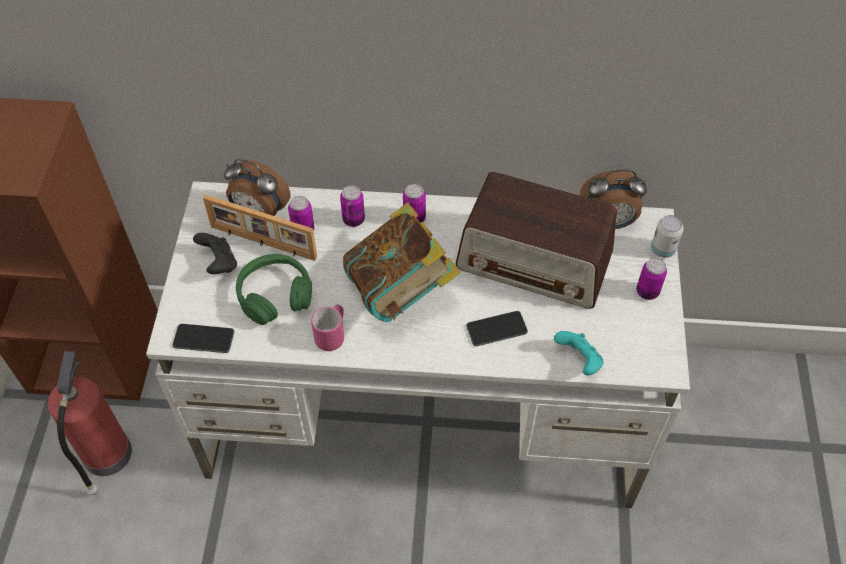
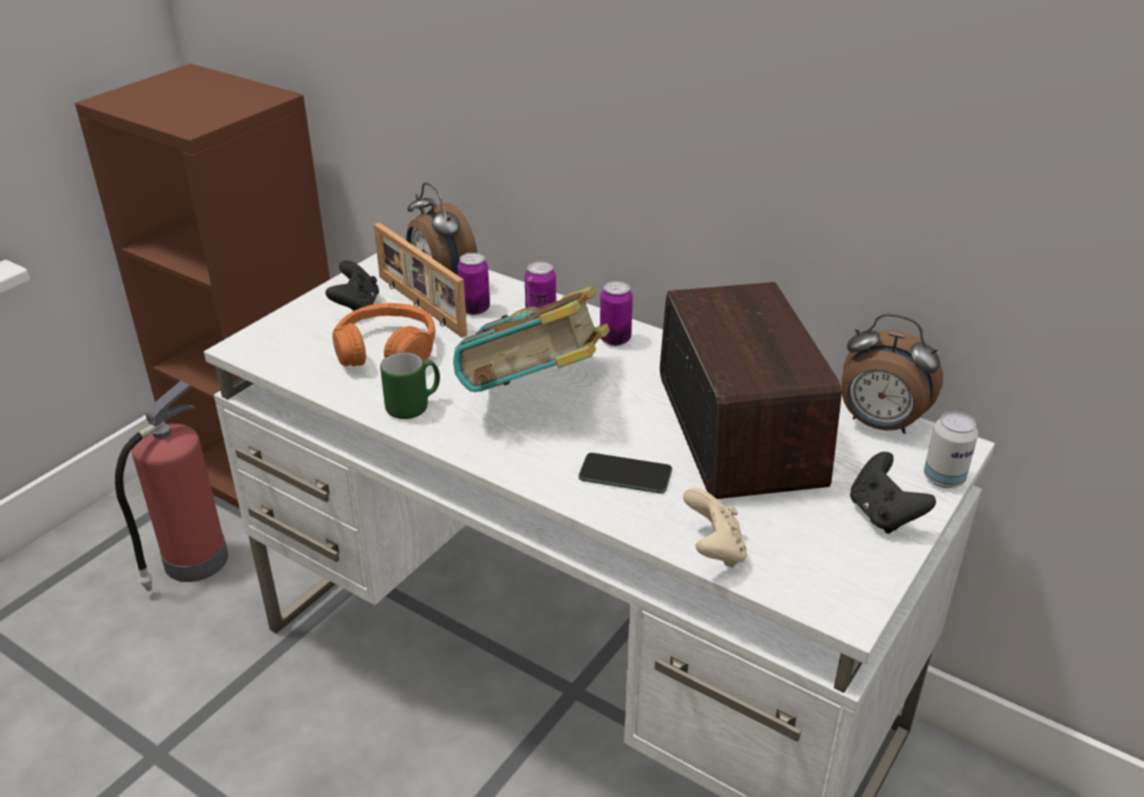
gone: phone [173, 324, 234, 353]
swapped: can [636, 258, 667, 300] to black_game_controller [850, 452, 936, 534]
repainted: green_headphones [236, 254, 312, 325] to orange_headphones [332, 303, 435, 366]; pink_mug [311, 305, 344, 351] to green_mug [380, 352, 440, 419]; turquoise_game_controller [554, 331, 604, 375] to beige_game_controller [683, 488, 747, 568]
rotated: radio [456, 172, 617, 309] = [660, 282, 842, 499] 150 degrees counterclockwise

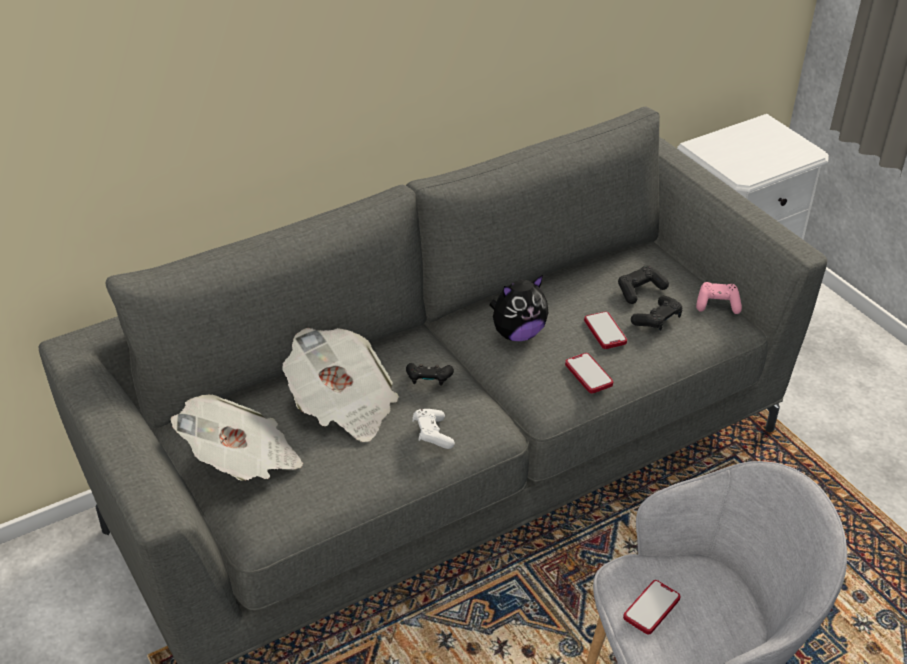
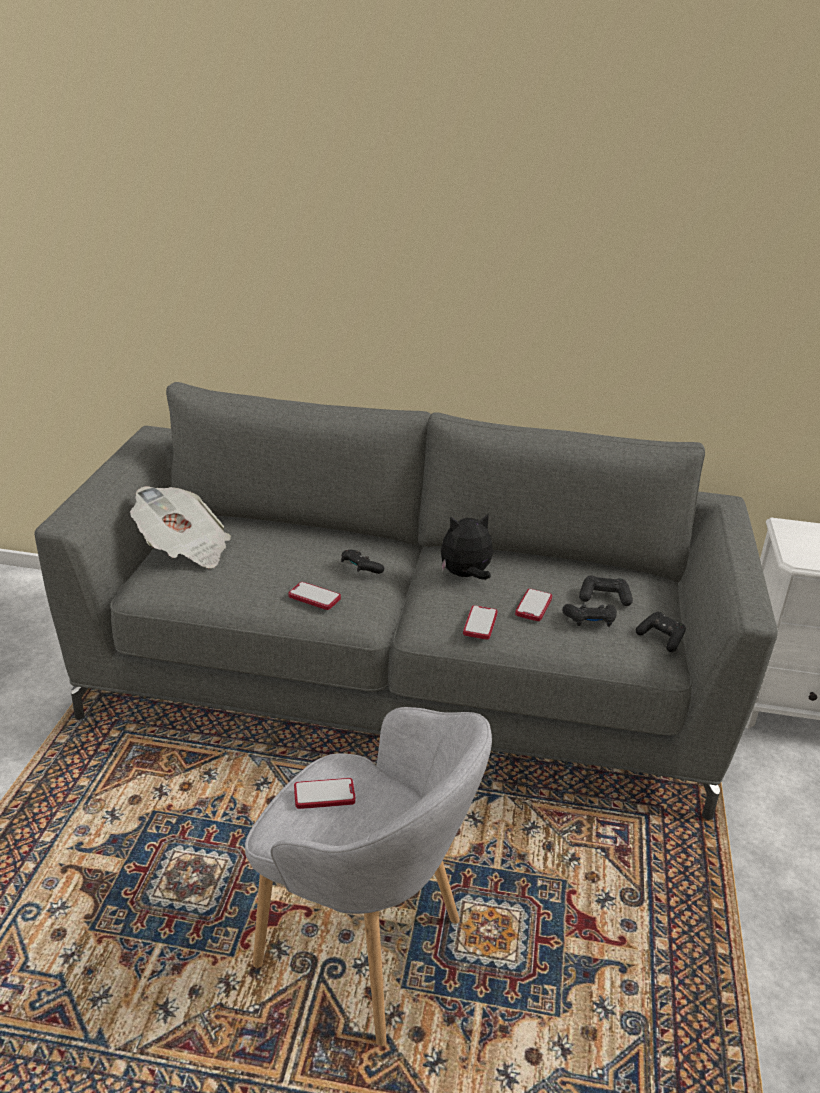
gone: newspaper [282, 328, 399, 442]
swapped: white_game_controller [412, 409, 455, 449] to phone [288, 582, 341, 610]
repainted: pink_game_controller [696, 282, 742, 314] to black_game_controller [636, 612, 686, 652]
rotated: plush_toy [490, 275, 548, 341] = [441, 513, 493, 580] 150 degrees clockwise

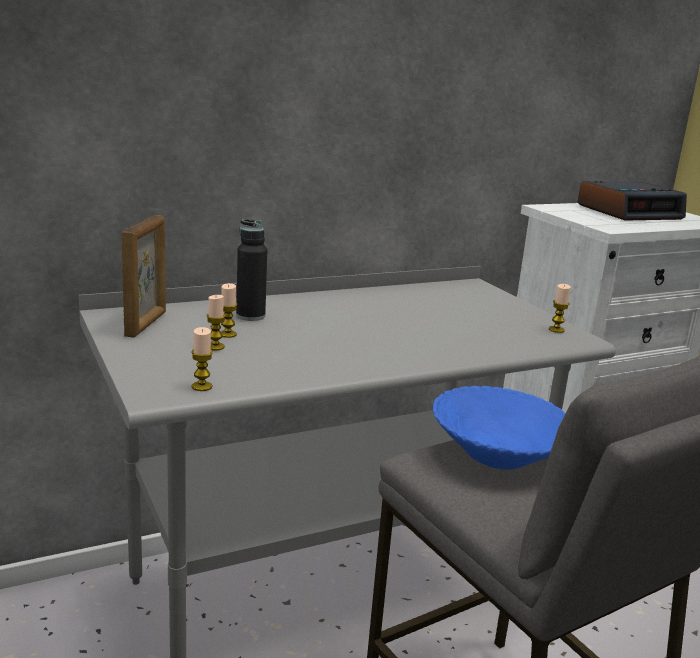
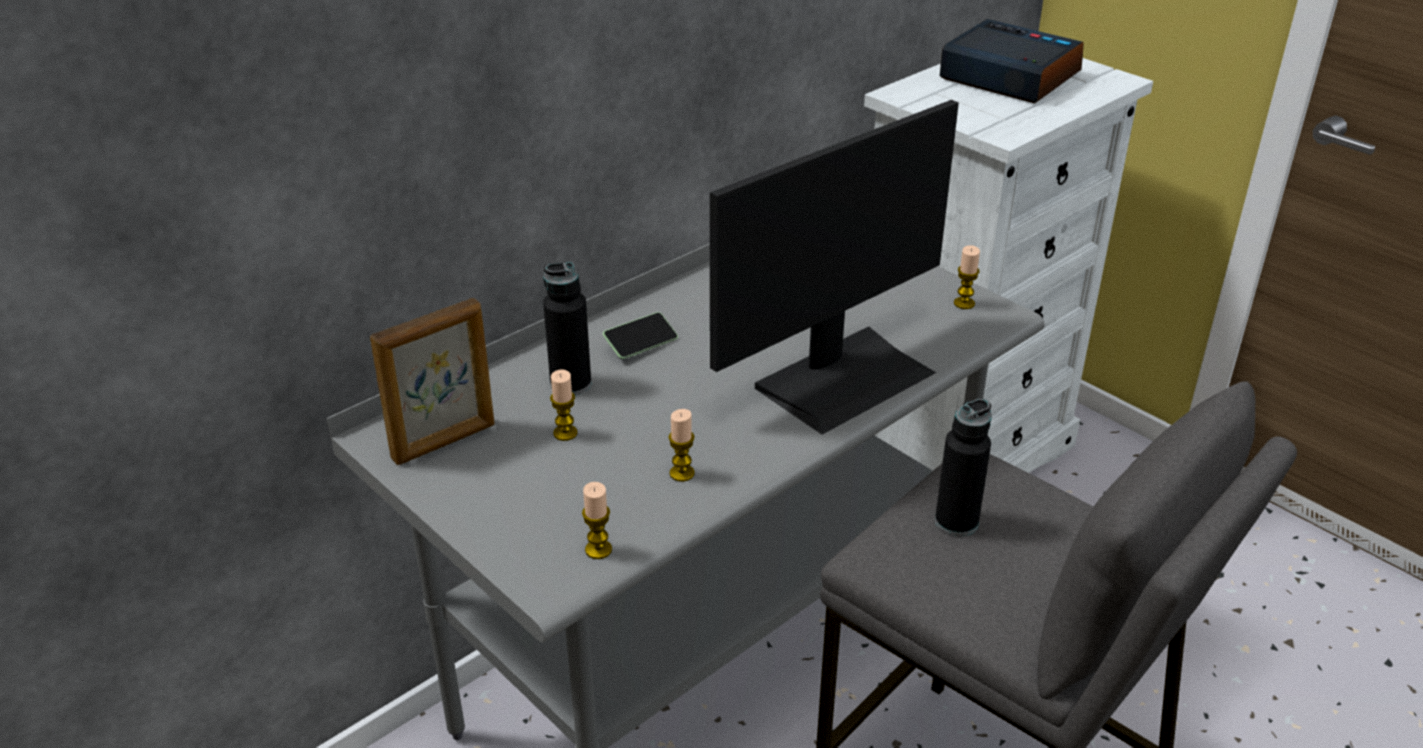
new: monitor [710, 100, 959, 435]; phone [603, 312, 678, 359]
shifted: candle [206, 295, 225, 351] to [668, 409, 695, 482]
swapped: blue_bowl [433, 386, 566, 470] to black_bottle [935, 398, 992, 536]
rotated: alarm_clock [577, 181, 687, 221] = [940, 19, 1084, 103] 105 degrees counterclockwise; picture_frame [121, 215, 166, 338] = [370, 298, 495, 465] 60 degrees clockwise

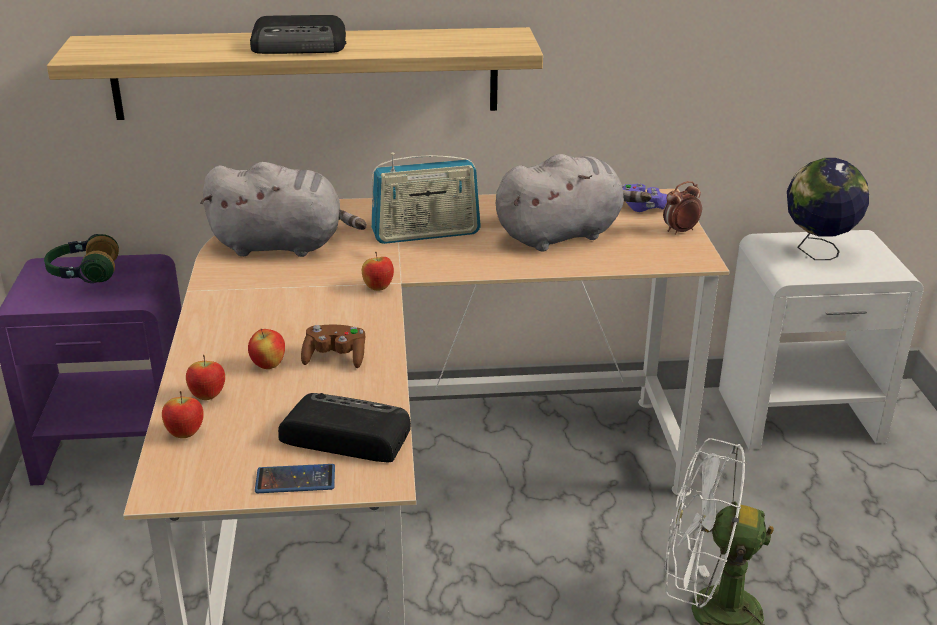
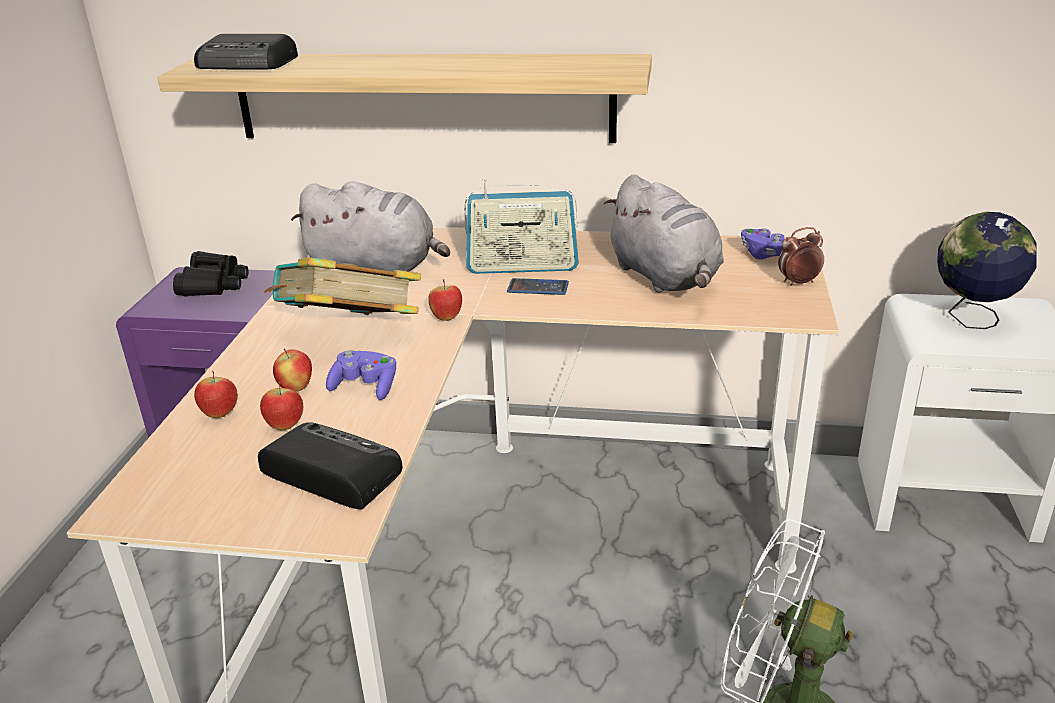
new: book [264, 257, 421, 315]
shifted: radio [250, 15, 346, 54] to [194, 34, 298, 70]; apple [162, 391, 204, 438] to [260, 382, 303, 430]; phone [255, 464, 335, 493] to [507, 278, 569, 295]
swapped: headphones [44, 234, 119, 283] to black_binoculars [173, 251, 248, 296]
repainted: brown_game_controller [301, 325, 365, 368] to purple_game_controller [326, 350, 396, 400]
rotated: grey_plush_toy [496, 154, 651, 252] = [604, 174, 724, 293] 75 degrees clockwise

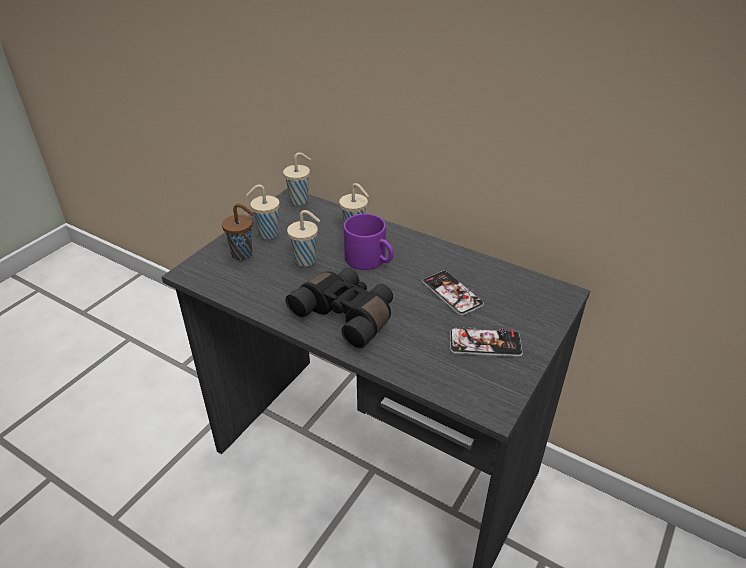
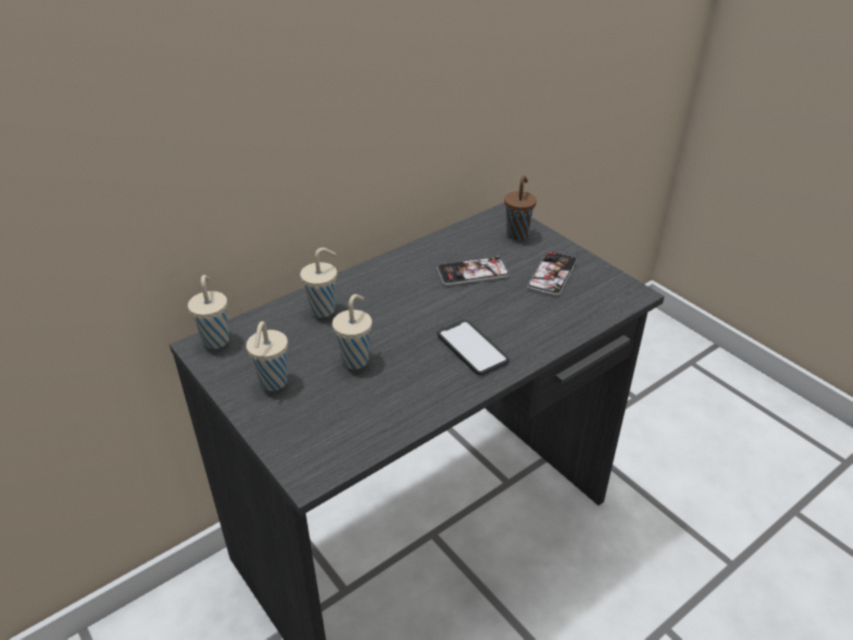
gone: purple_mug [344, 214, 394, 270]
shifted: brown_cup [222, 204, 254, 260] to [504, 175, 537, 240]
swapped: black_binoculars [285, 268, 393, 349] to phone [437, 320, 509, 375]

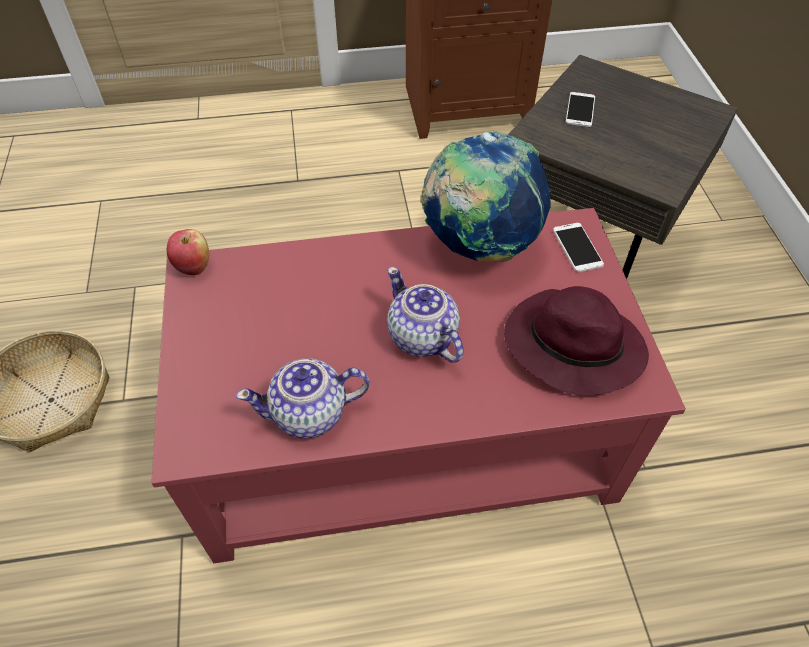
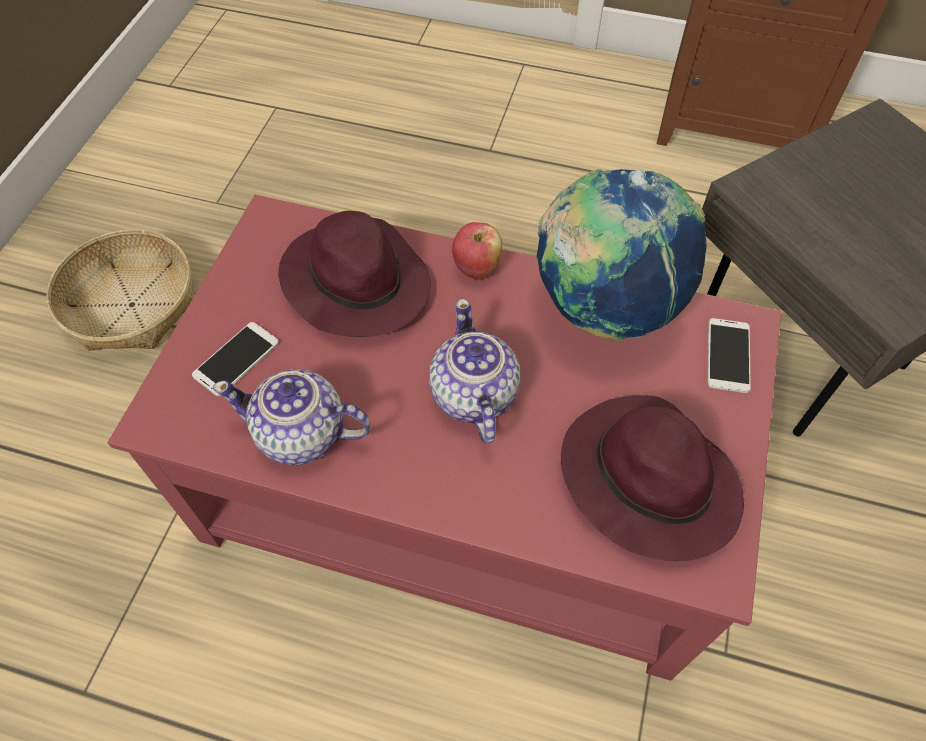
new: purple_hat [278, 211, 431, 337]
shifted: phone [566, 92, 595, 127] to [192, 322, 279, 397]; apple [167, 229, 209, 275] to [452, 222, 502, 280]

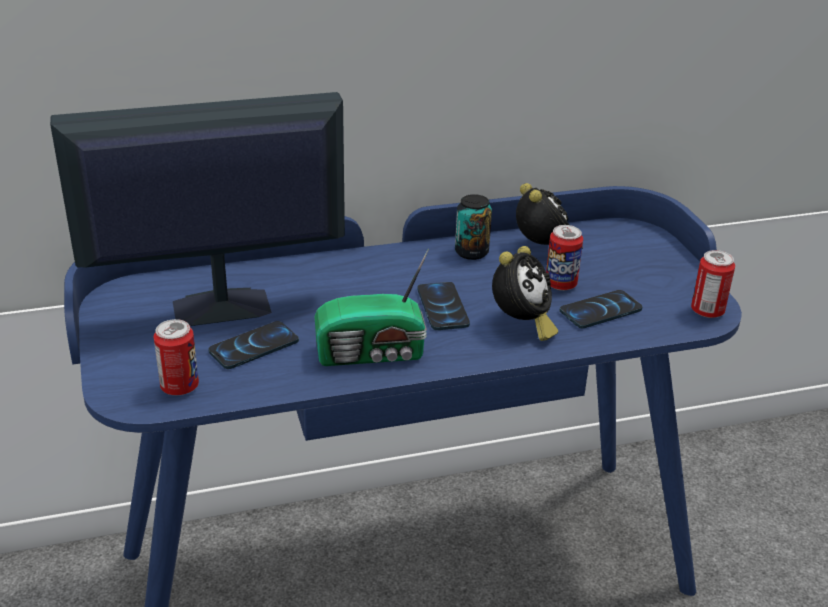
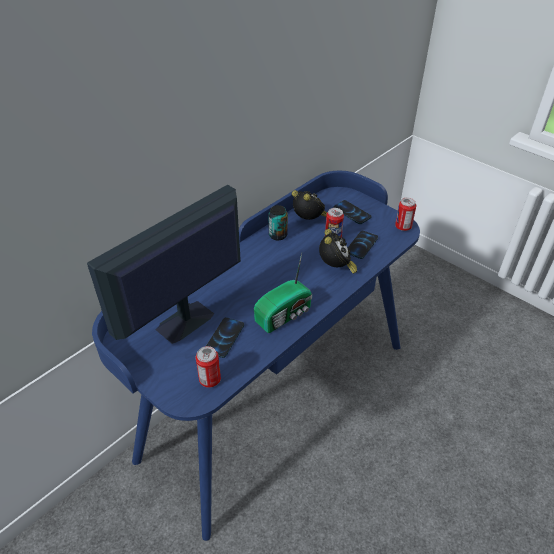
shifted: phone [418, 282, 470, 330] to [333, 200, 372, 224]

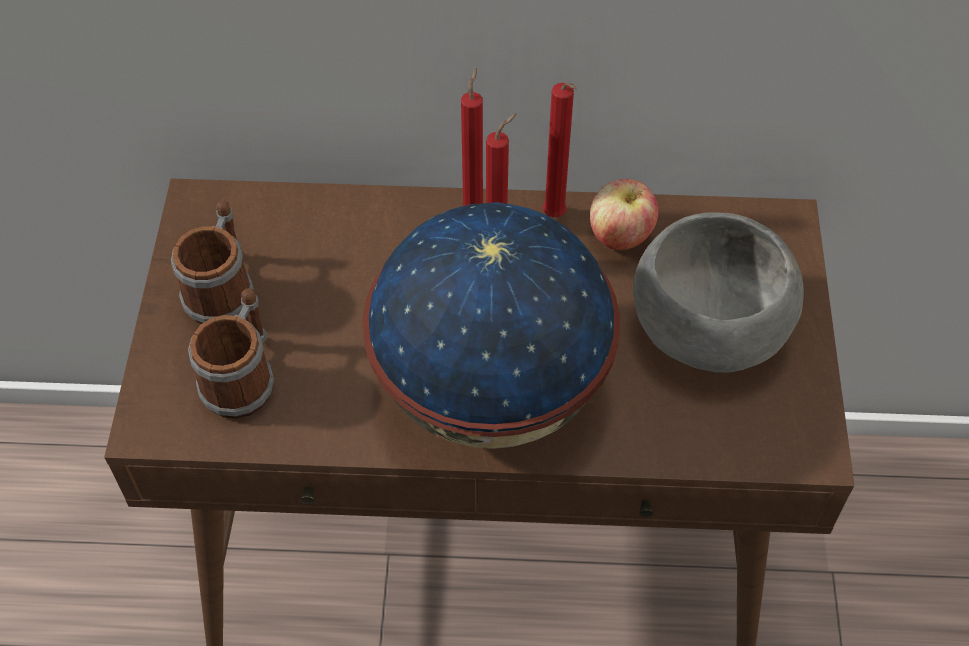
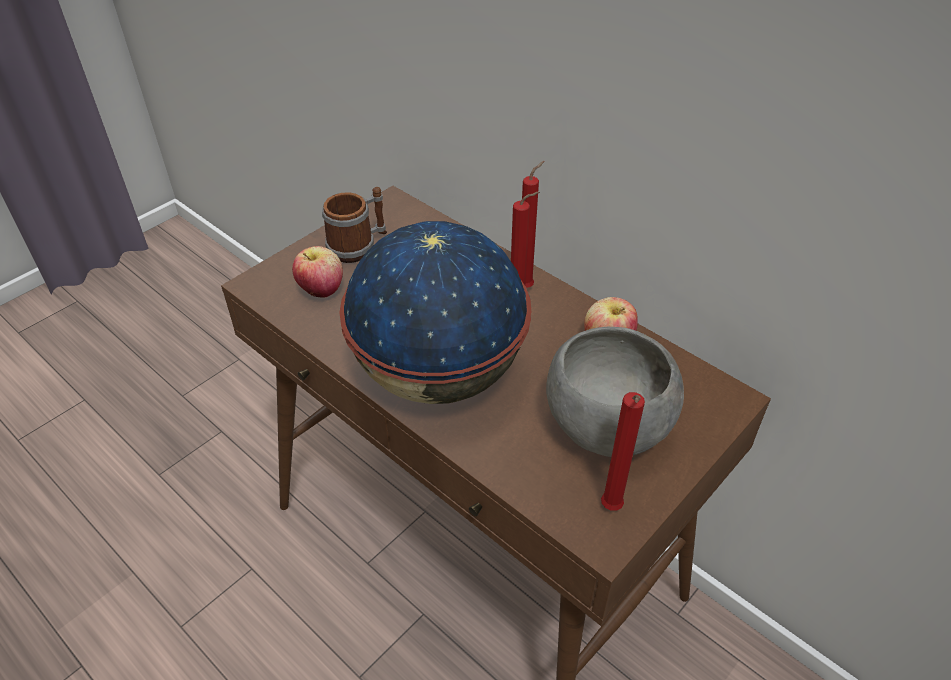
shifted: red_candle [543, 83, 577, 218] to [601, 392, 645, 511]
swapped: mug [188, 288, 274, 419] to apple [292, 246, 343, 298]

